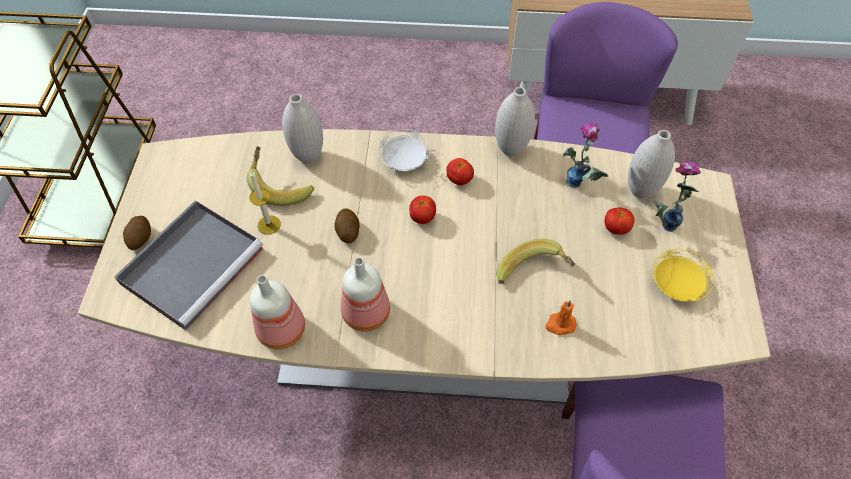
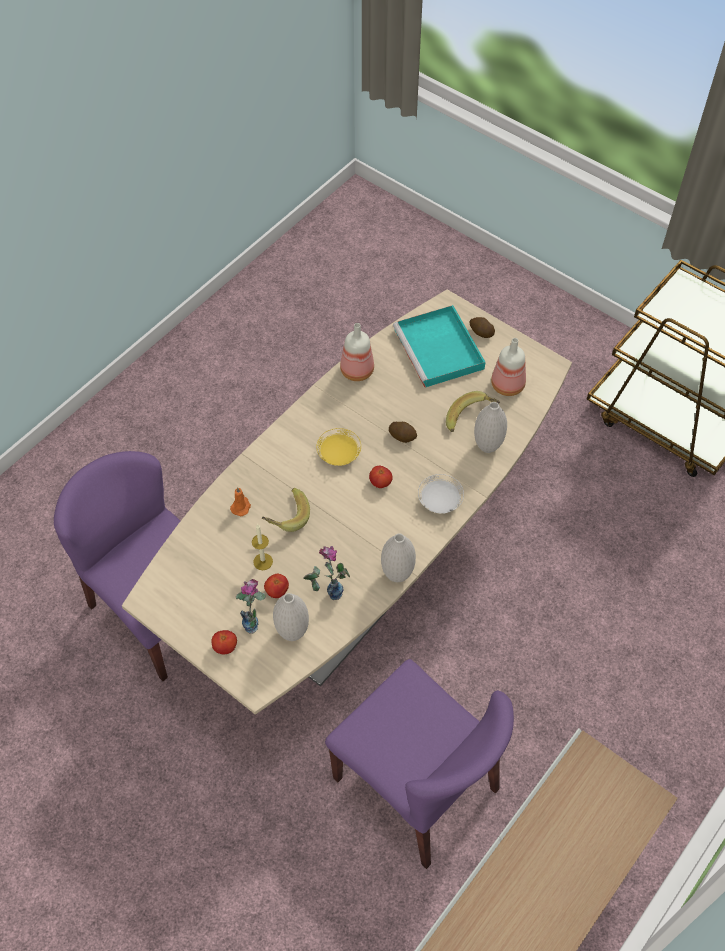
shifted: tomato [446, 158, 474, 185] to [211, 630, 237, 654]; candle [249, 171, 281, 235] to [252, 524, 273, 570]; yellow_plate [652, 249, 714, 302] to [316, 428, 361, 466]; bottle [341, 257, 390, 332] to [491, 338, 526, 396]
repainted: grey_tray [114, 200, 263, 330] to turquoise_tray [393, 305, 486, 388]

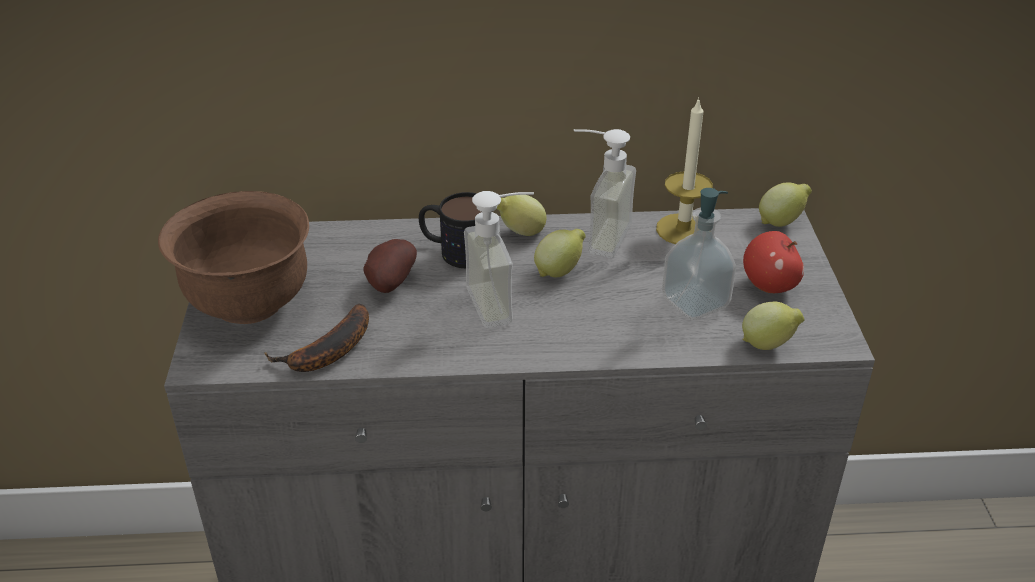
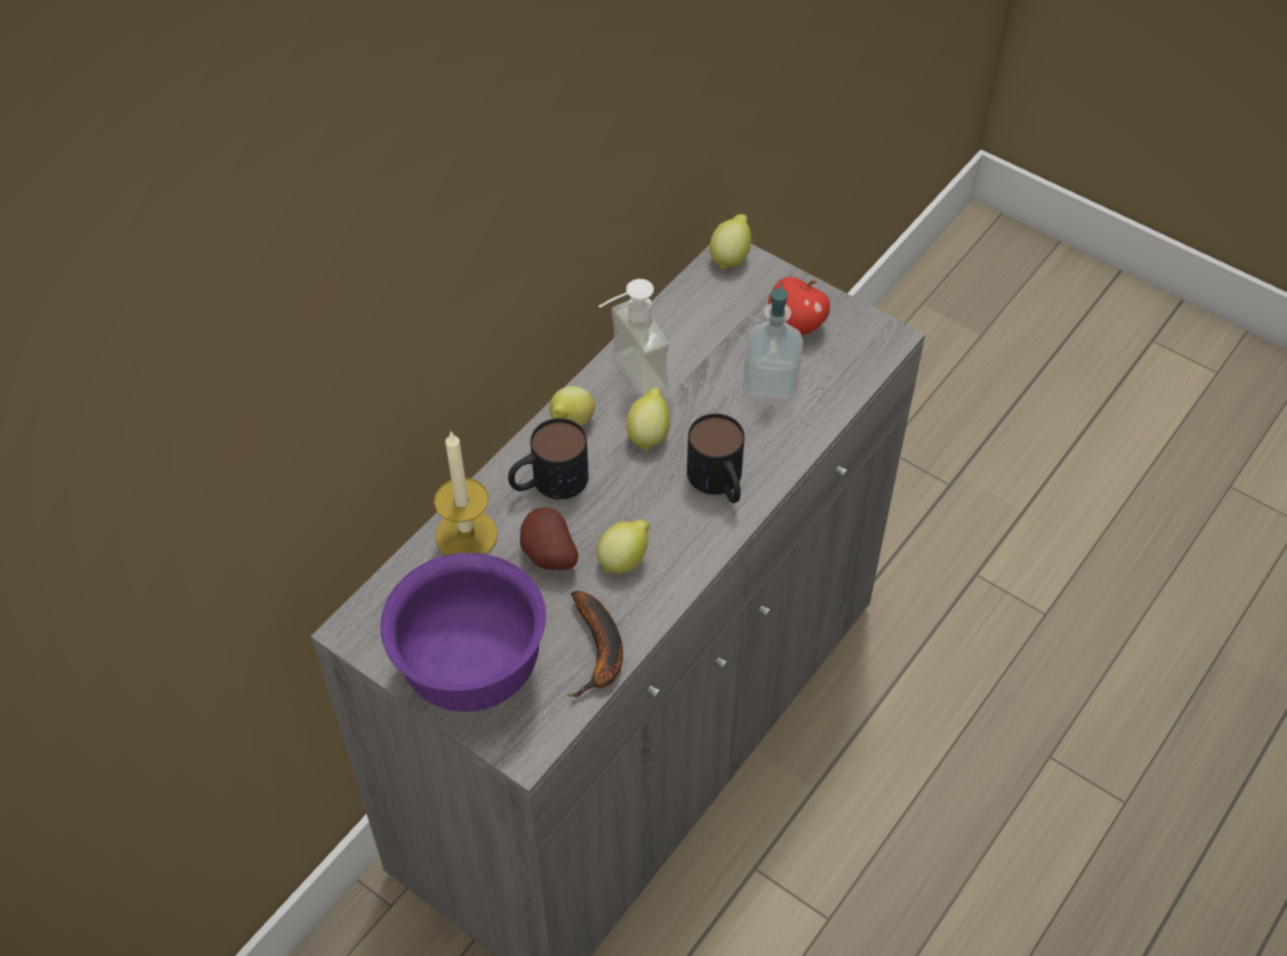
gone: soap_dispenser [464, 191, 534, 328]
new: mug [687, 413, 745, 503]
shifted: candle [656, 97, 713, 244] to [434, 430, 498, 556]; lemon [742, 301, 805, 350] to [597, 519, 650, 574]
repainted: brown_bowl [158, 191, 309, 324] to purple_bowl [380, 553, 546, 712]

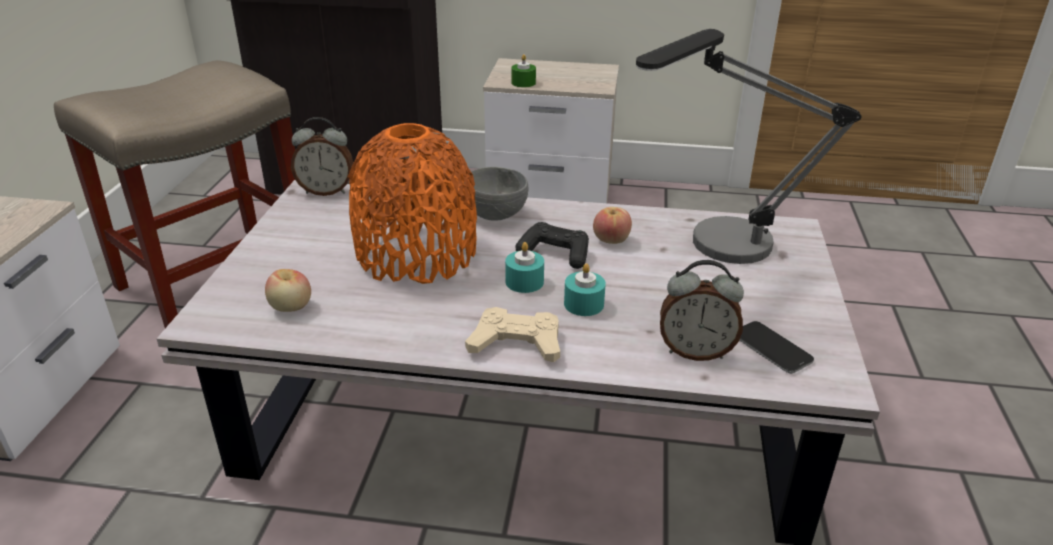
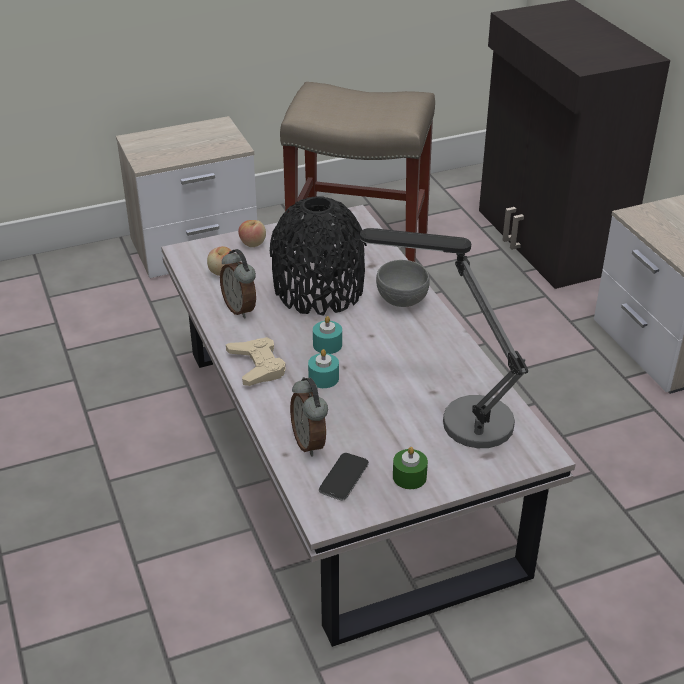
gone: black_game_controller [515, 222, 589, 269]
shifted: green_candle [511, 54, 536, 88] to [393, 447, 428, 489]; alarm_clock [291, 117, 353, 196] to [220, 249, 256, 319]; apple [593, 207, 632, 244] to [238, 220, 266, 247]
repainted: orange_vase [348, 123, 477, 284] to black_vase [270, 196, 367, 315]

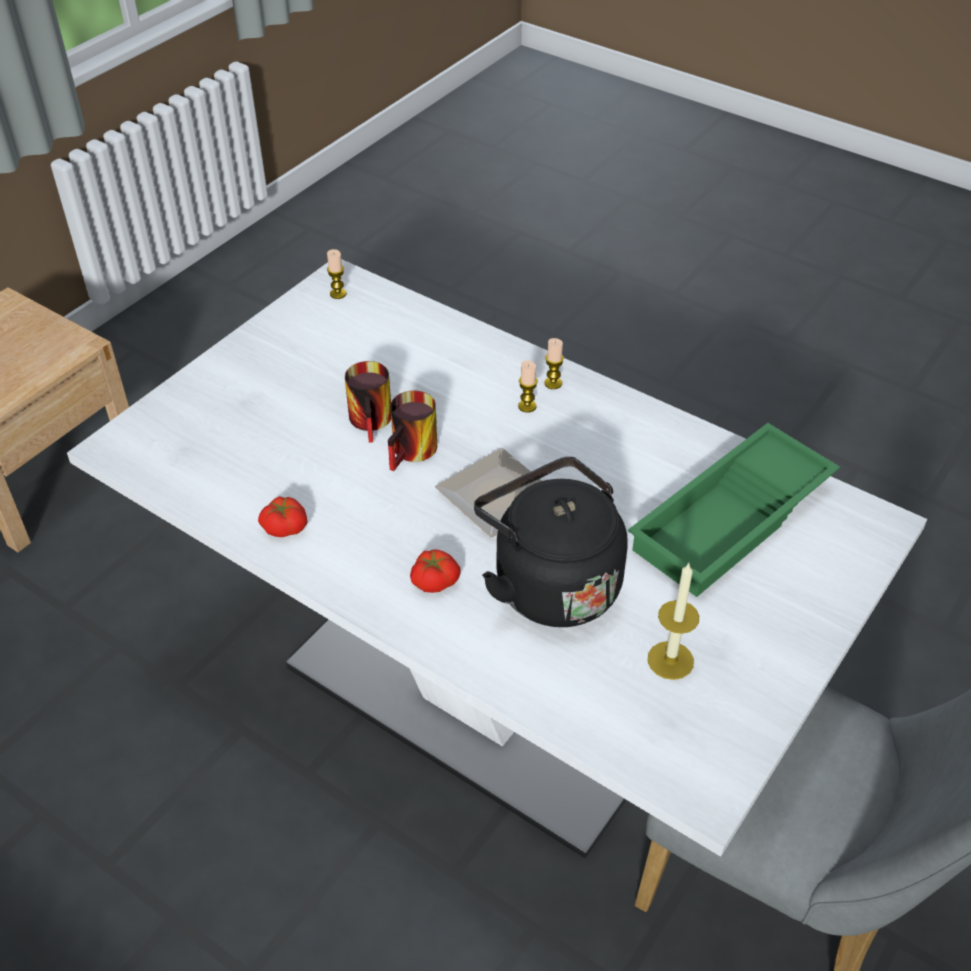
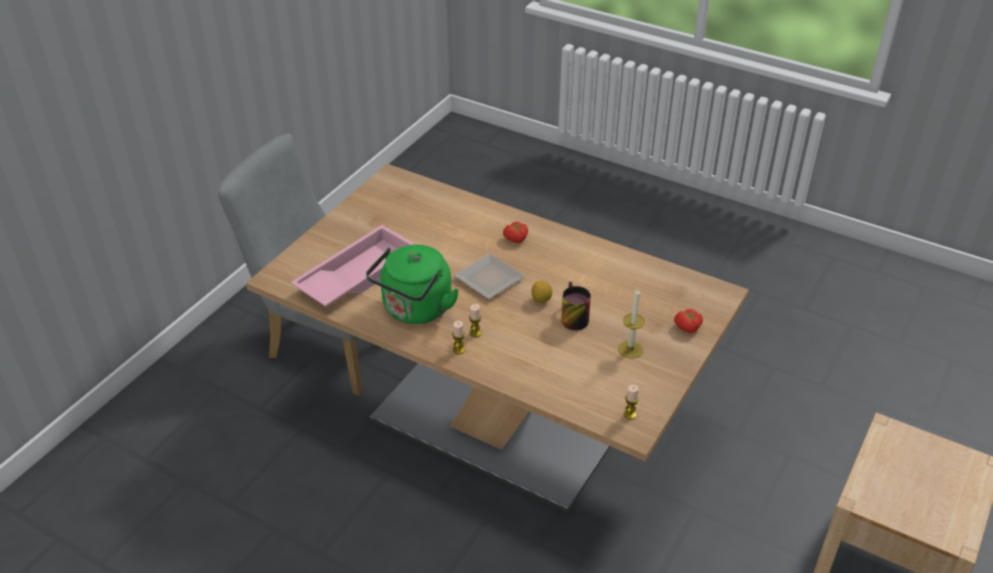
gone: black_kettle [474, 457, 628, 627]
new: green_kettle [366, 244, 459, 324]
shifted: tomato [258, 496, 307, 537] to [674, 309, 703, 333]; candle [648, 563, 699, 680] to [618, 288, 645, 359]
swapped: mug [388, 390, 437, 471] to lemon [531, 281, 552, 303]
repainted: white_dining_table [67, 259, 927, 858] to brown_dining_table [246, 164, 749, 513]; green_tray [628, 423, 840, 597] to pink_tray [291, 225, 416, 307]

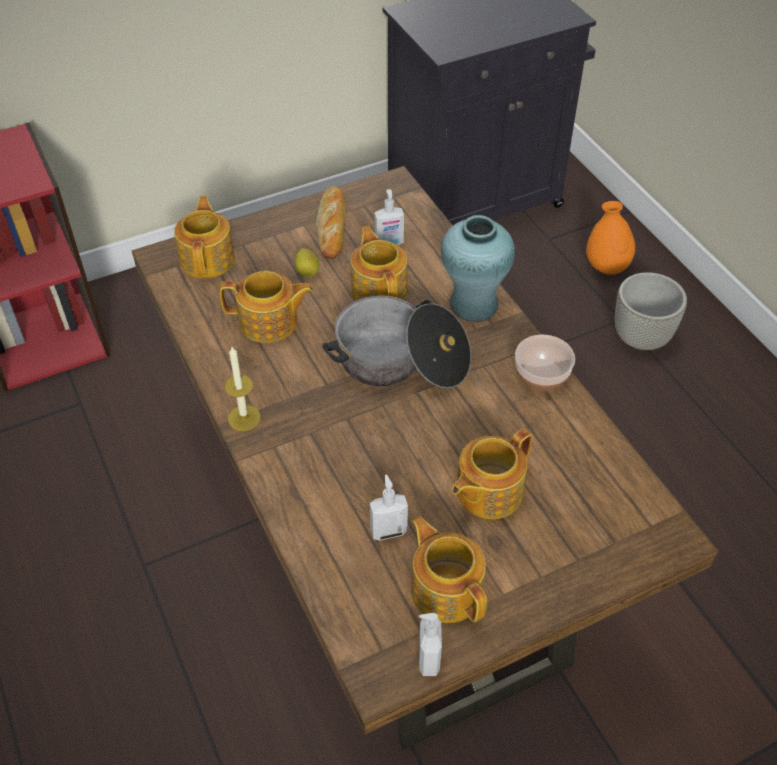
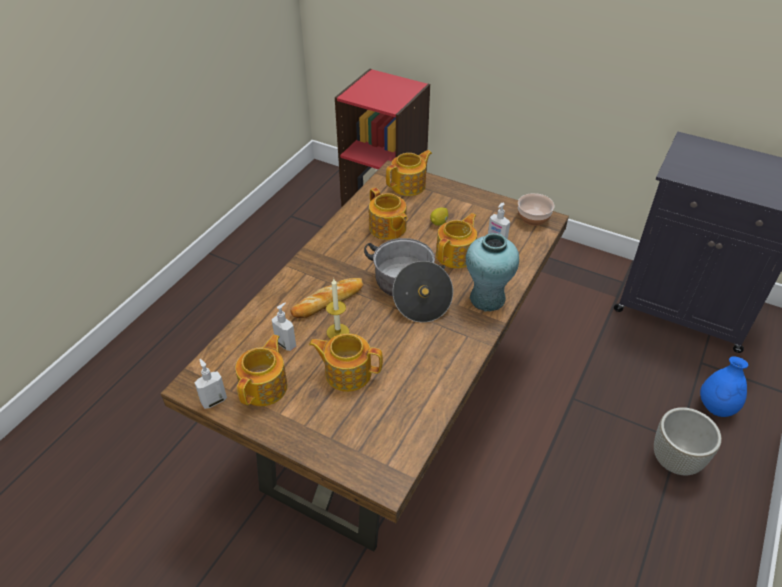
shifted: bread [316, 186, 346, 259] to [290, 278, 363, 318]; bowl [515, 335, 575, 391] to [518, 193, 554, 226]; candle [224, 347, 261, 431] to [326, 279, 349, 339]
repainted: orange_vase [586, 201, 635, 275] to blue_vase [700, 356, 748, 417]

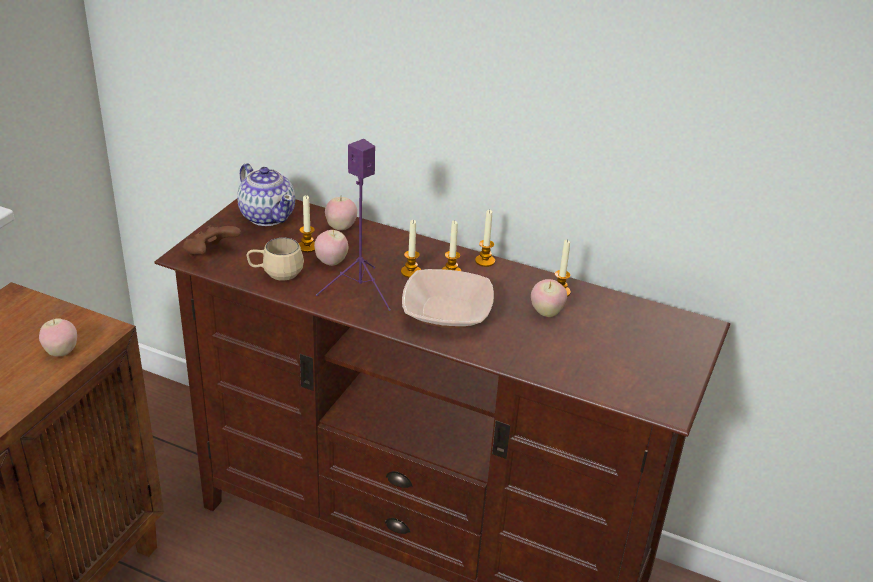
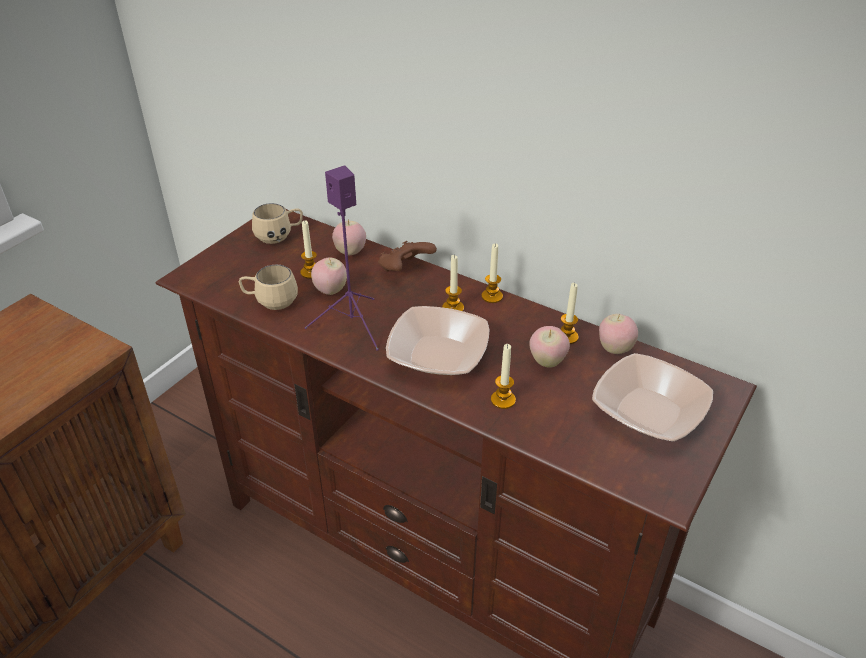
new: bowl [592, 353, 713, 441]
shifted: candle [401, 220, 421, 278] to [491, 344, 516, 409]; brown_game_controller [182, 225, 241, 257] to [378, 241, 437, 272]; apple [39, 318, 77, 357] to [599, 314, 638, 354]
swapped: teapot [237, 163, 295, 226] to beige_mug [252, 203, 303, 244]

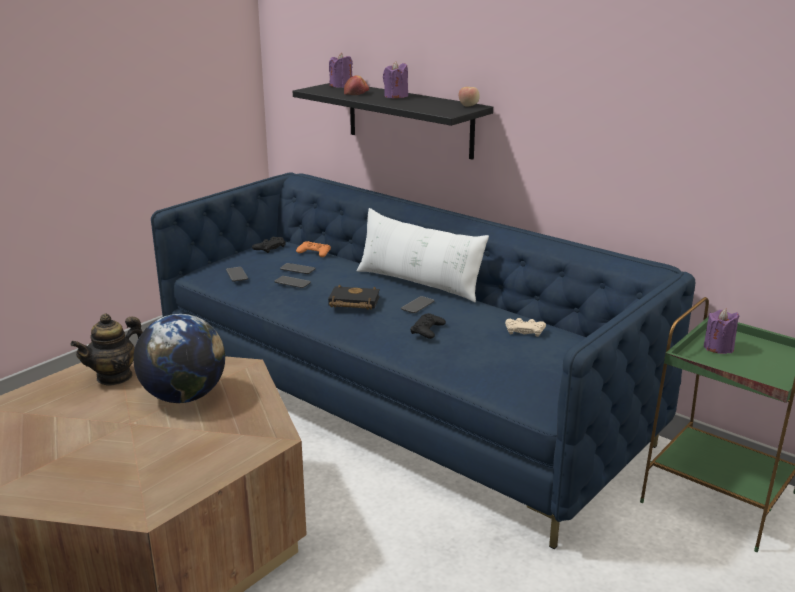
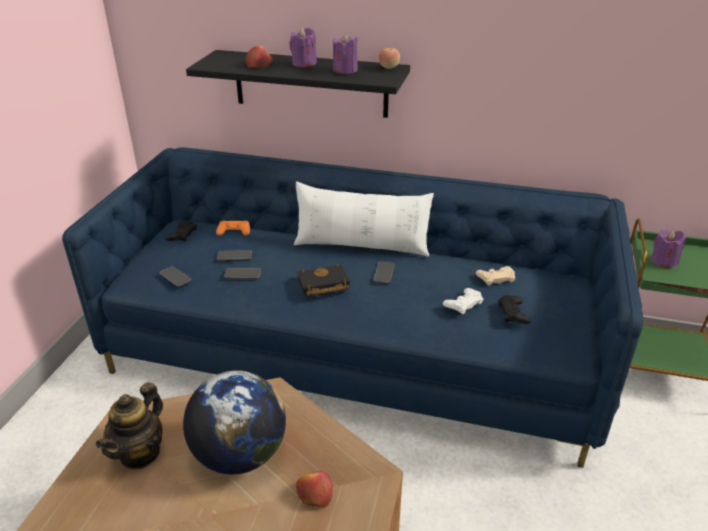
new: white_game_controller [443, 288, 484, 314]; apple [296, 471, 333, 508]
shifted: purple_candle [329, 53, 353, 88] to [333, 33, 358, 74]; black_game_controller [410, 313, 446, 339] to [499, 295, 531, 324]

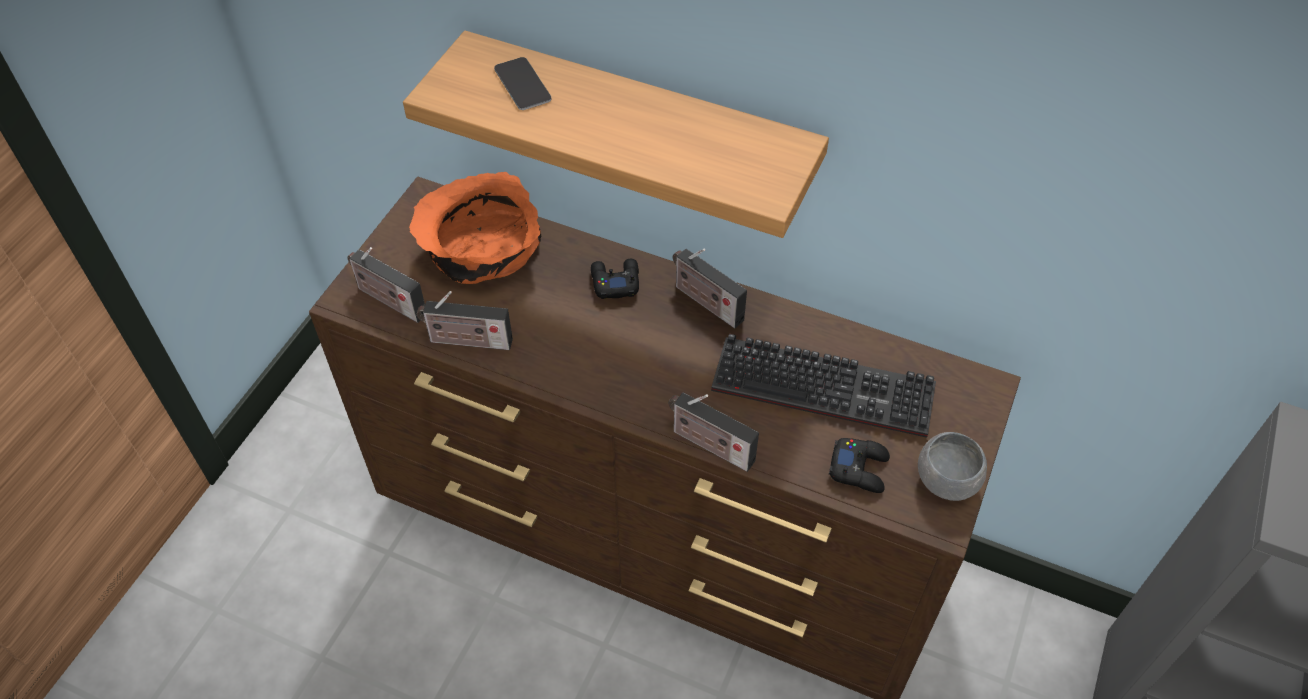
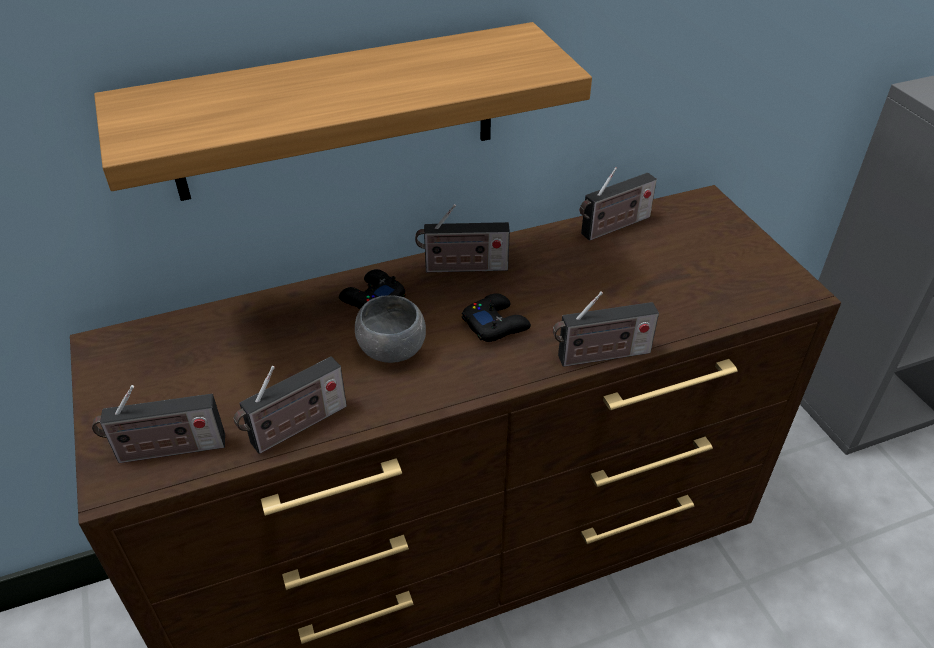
gone: phone [494, 57, 551, 110]; orange_bowl [409, 172, 541, 284]; keyboard [711, 334, 936, 438]
new: radio [580, 167, 657, 241]
shifted: grey_bowl [918, 432, 987, 501] to [355, 295, 426, 363]; black_game_controller [829, 438, 890, 493] to [462, 293, 531, 342]

